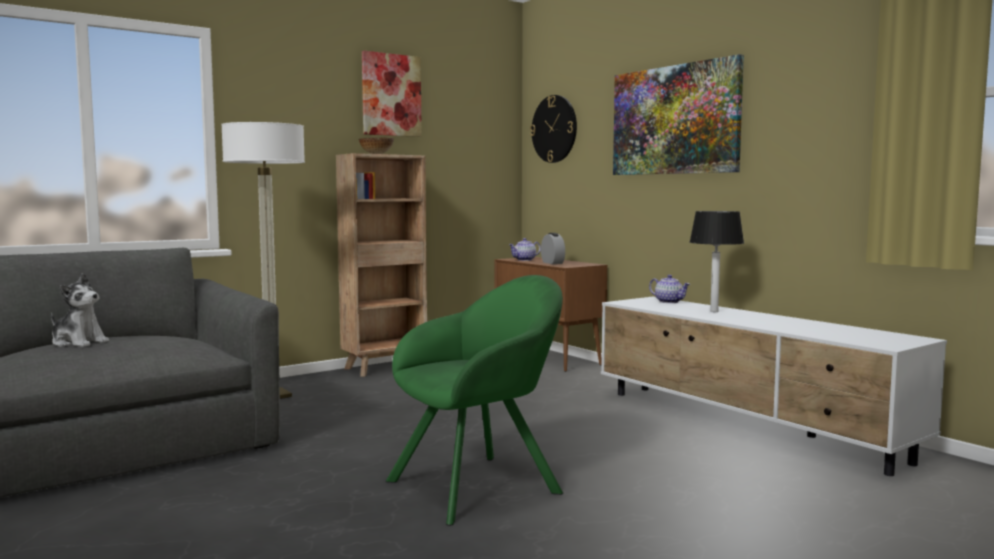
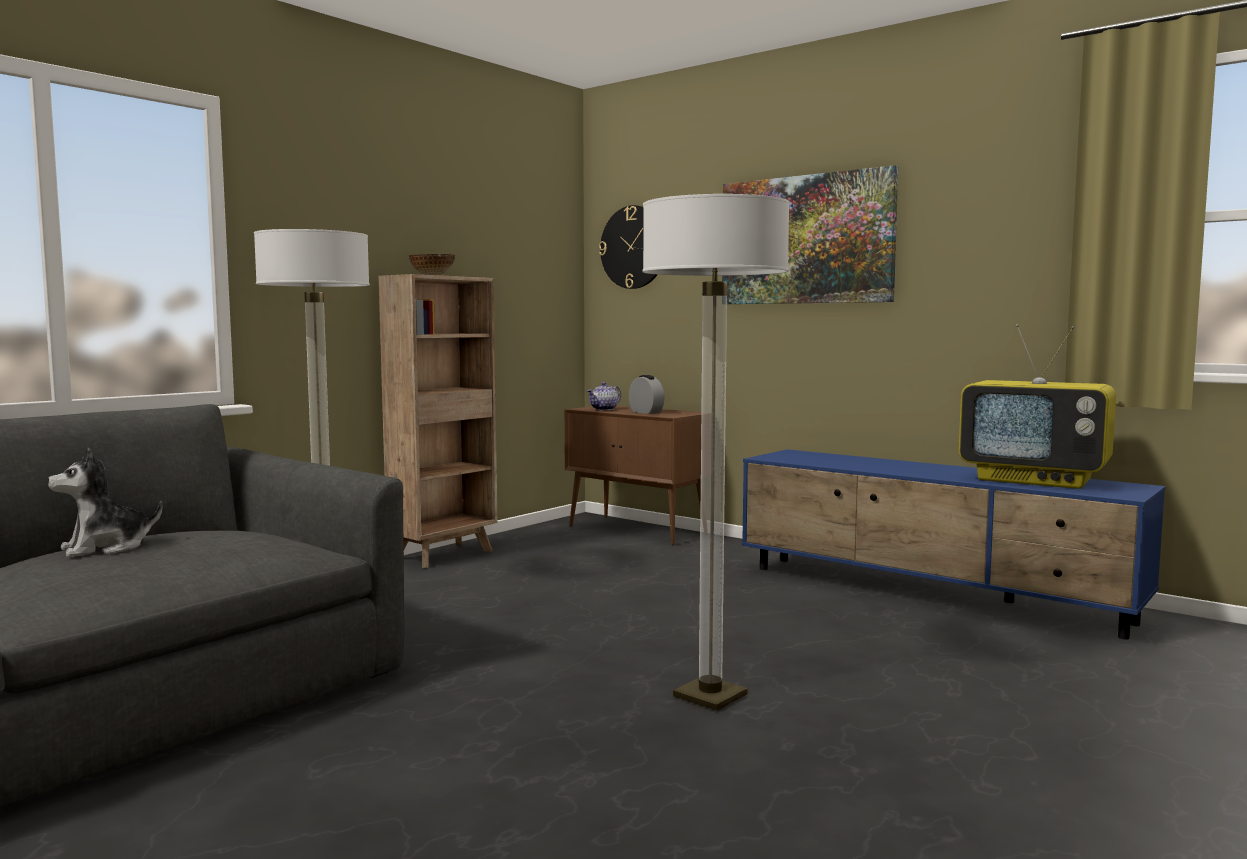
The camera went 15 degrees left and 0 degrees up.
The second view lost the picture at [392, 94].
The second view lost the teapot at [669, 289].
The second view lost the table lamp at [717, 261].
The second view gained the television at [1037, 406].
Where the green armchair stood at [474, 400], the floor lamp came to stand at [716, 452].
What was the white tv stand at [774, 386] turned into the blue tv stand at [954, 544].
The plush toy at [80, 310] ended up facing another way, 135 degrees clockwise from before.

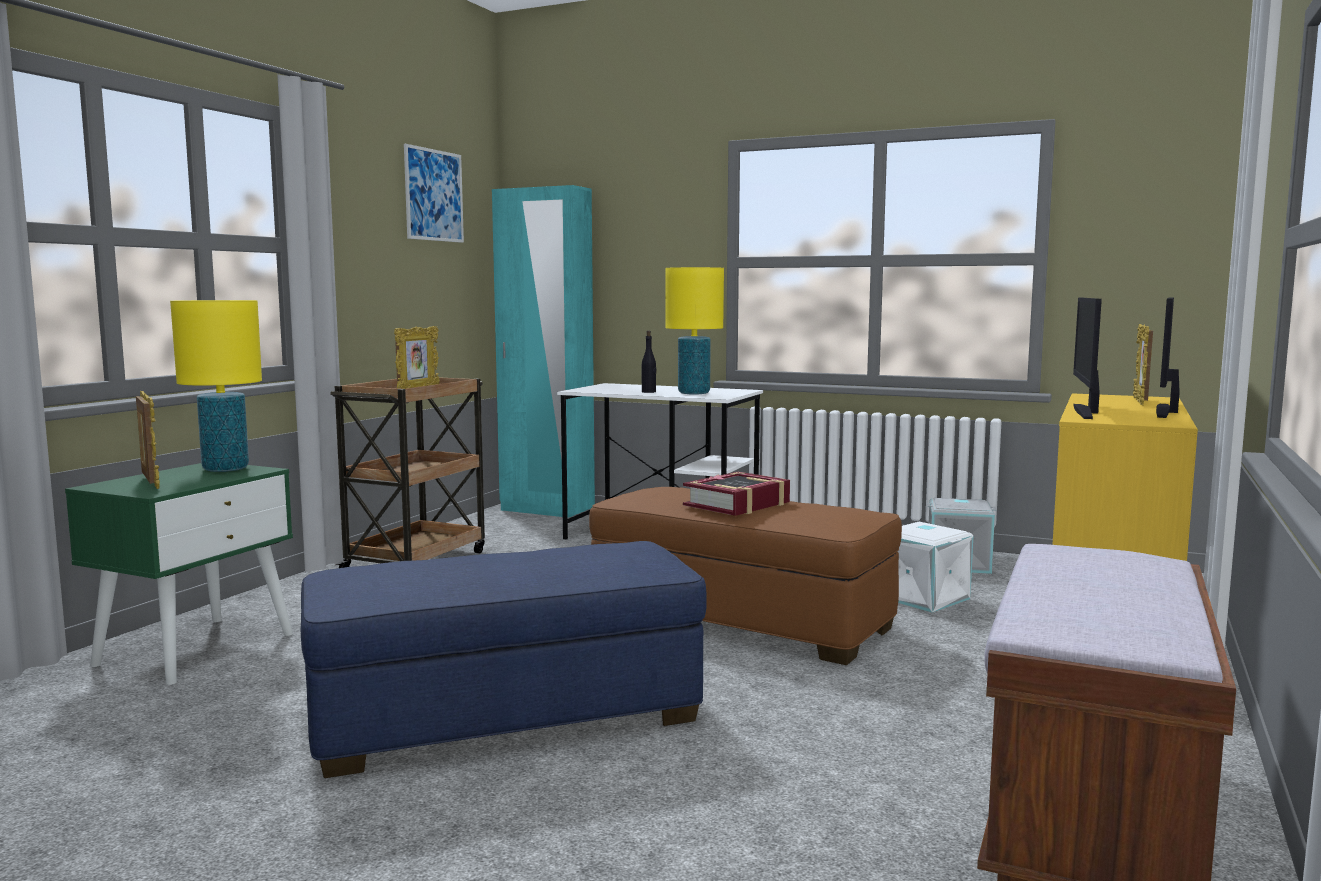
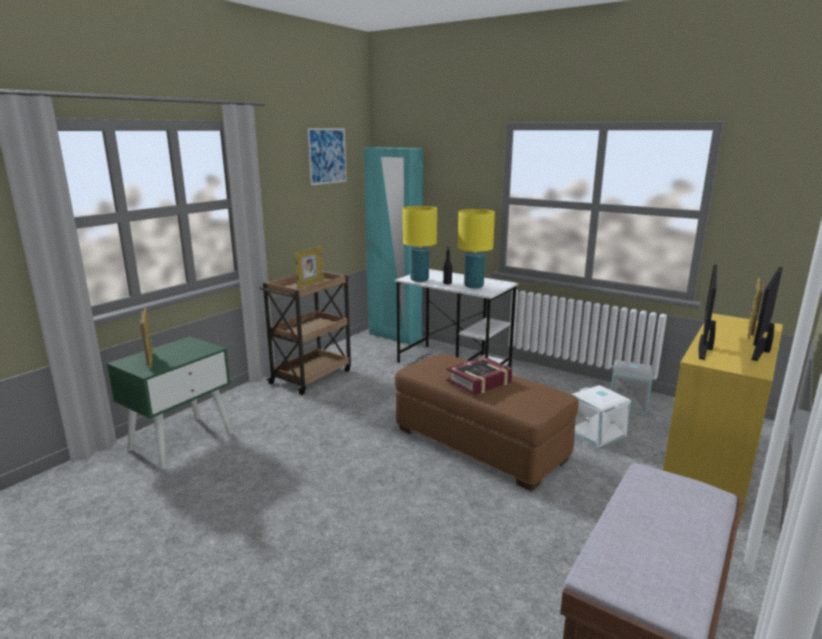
The camera went 10 degrees right and 10 degrees up.
The second view lost the blue ottoman at [504, 659].
The yellow table lamp ended up elsewhere, having gone from [216, 386] to [420, 244].

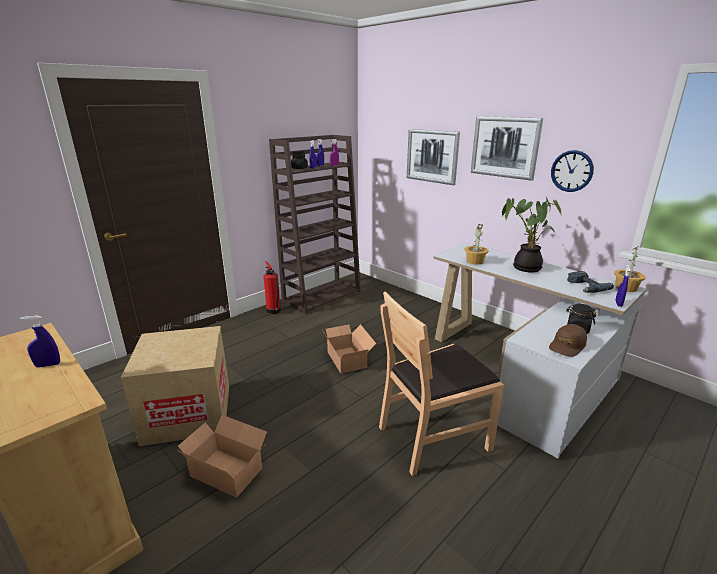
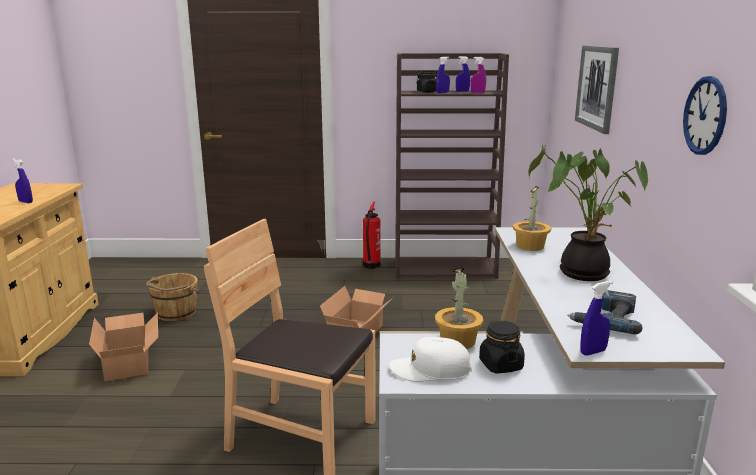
The camera went 45 degrees right and 5 degrees down.
The second view lost the picture at [507, 148].
The potted plant ended up elsewhere, having gone from [630, 269] to [459, 308].
Where the cardboard box stood at [175, 386], the brown bucket came to stand at [172, 297].
What was the brown cap at [568, 340] turned into the white cap at [430, 359].

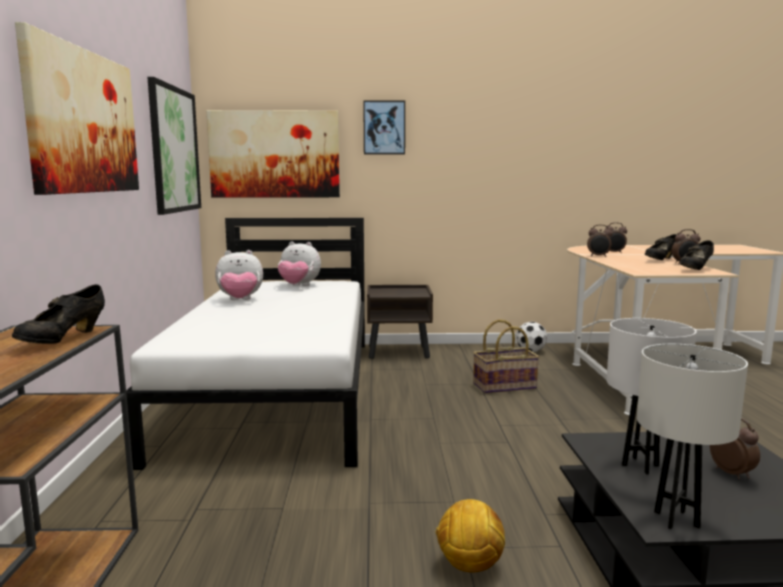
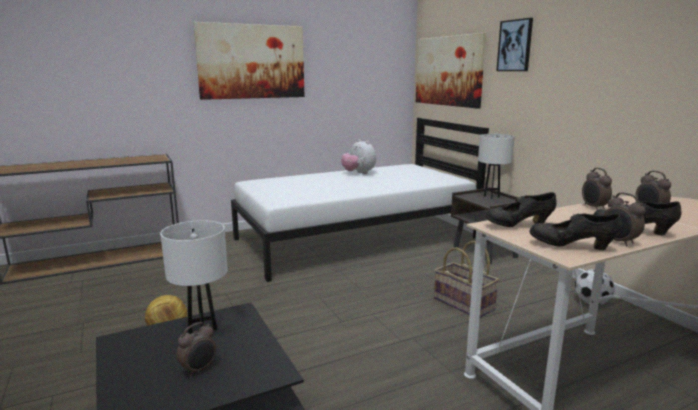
The camera went 65 degrees right and 5 degrees up.
The second view lost the picture at [174, 146].
The second view lost the plush toy at [299, 263].
The black shoe ended up elsewhere, having gone from [58, 314] to [521, 209].
The white table lamp ended up elsewhere, having gone from [692, 436] to [496, 166].

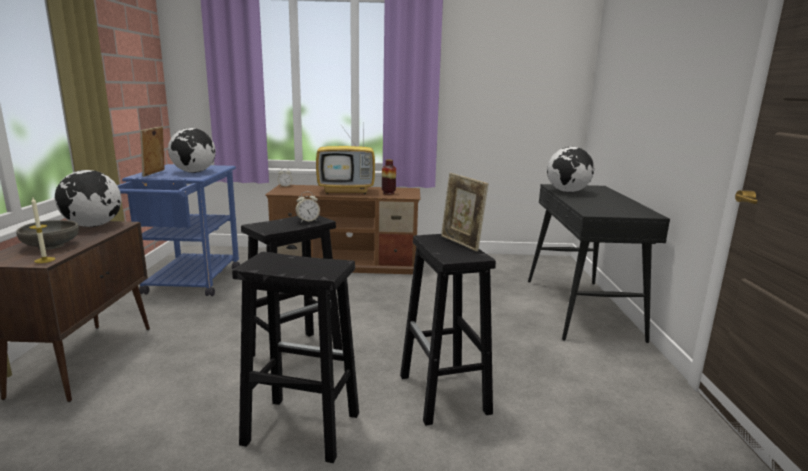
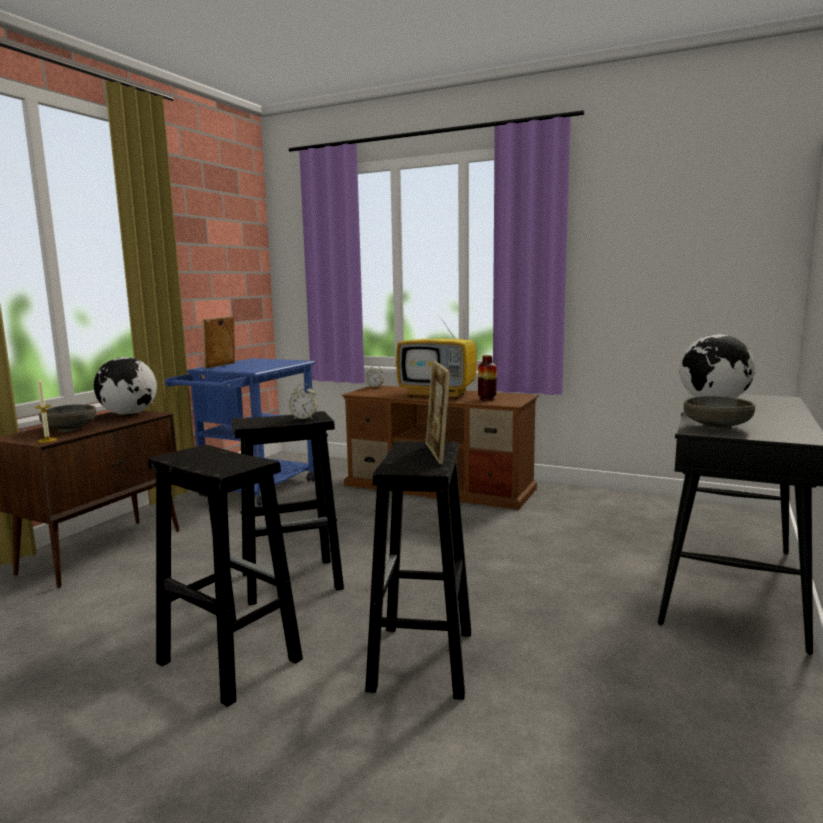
The camera went 25 degrees right and 5 degrees down.
The second view lost the globe at [192, 150].
The second view gained the grey bowl at [719, 413].

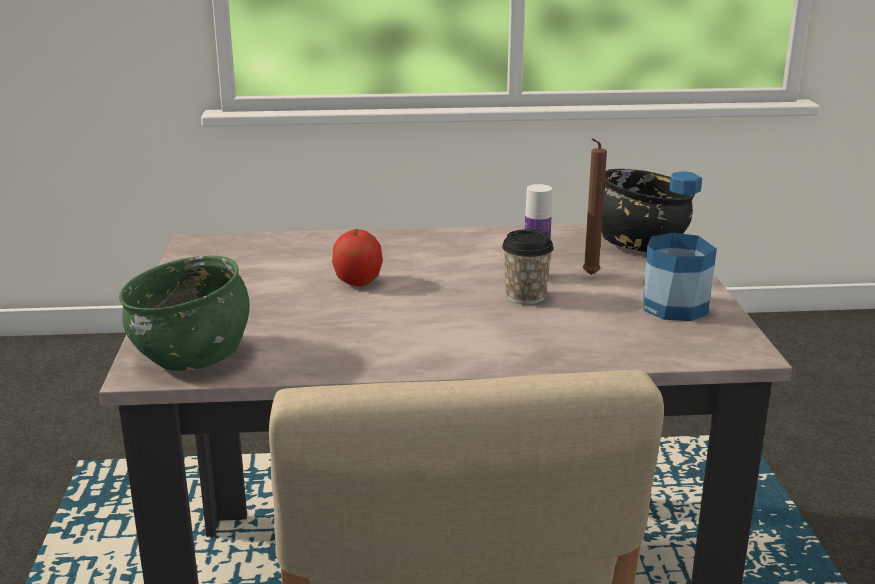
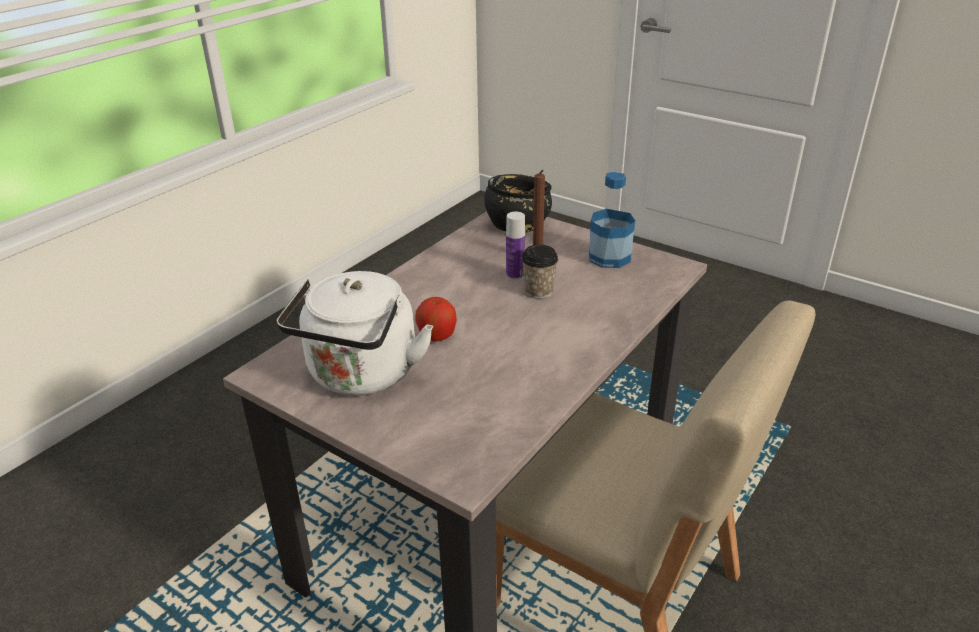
The camera went 50 degrees left and 10 degrees up.
The second view lost the green bowl at [184, 313].
The second view gained the white kettle at [354, 333].

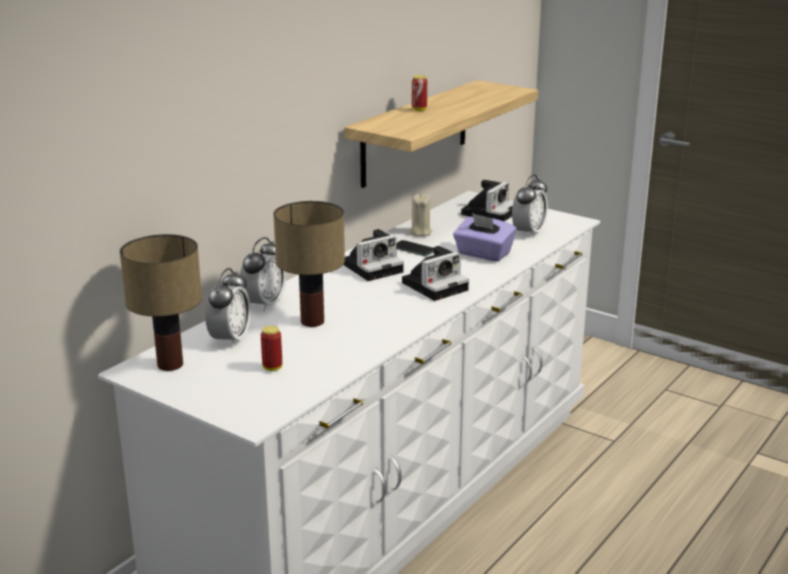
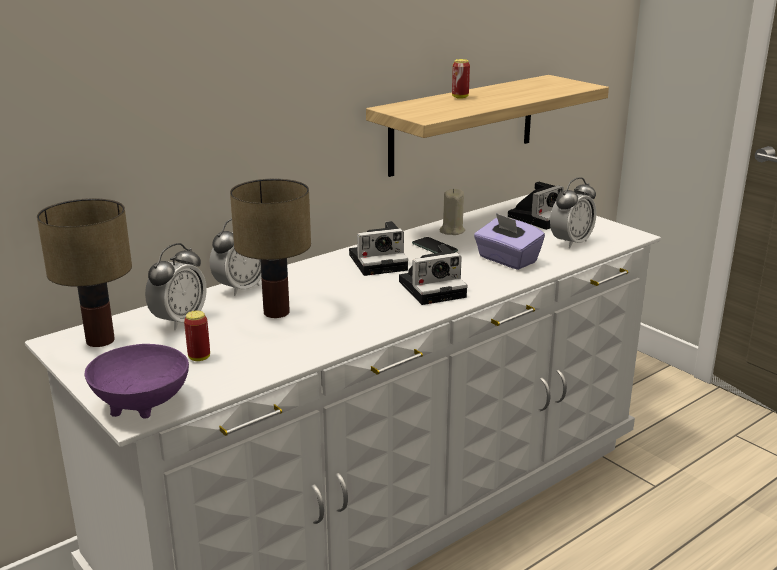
The camera went 15 degrees right and 0 degrees up.
The second view gained the purple bowl at [137, 381].

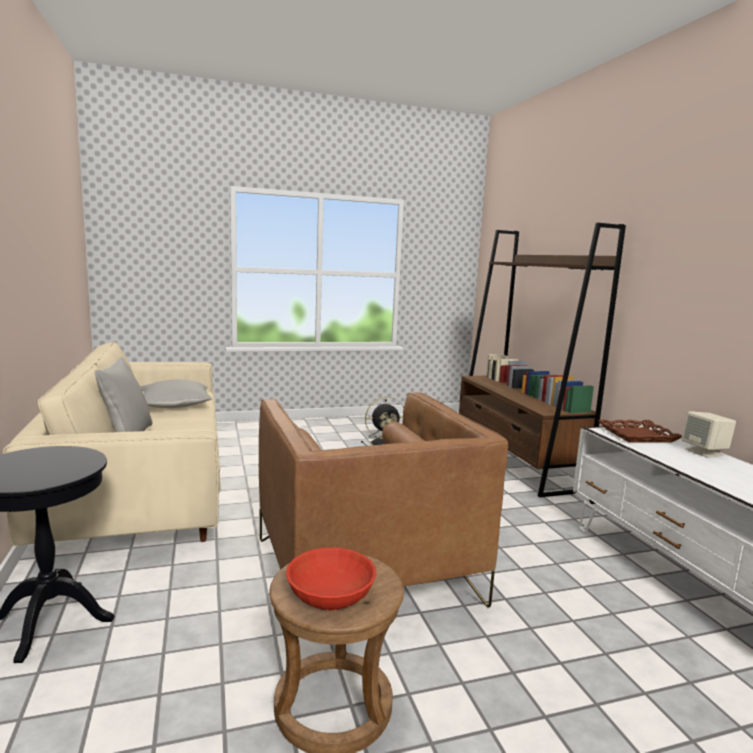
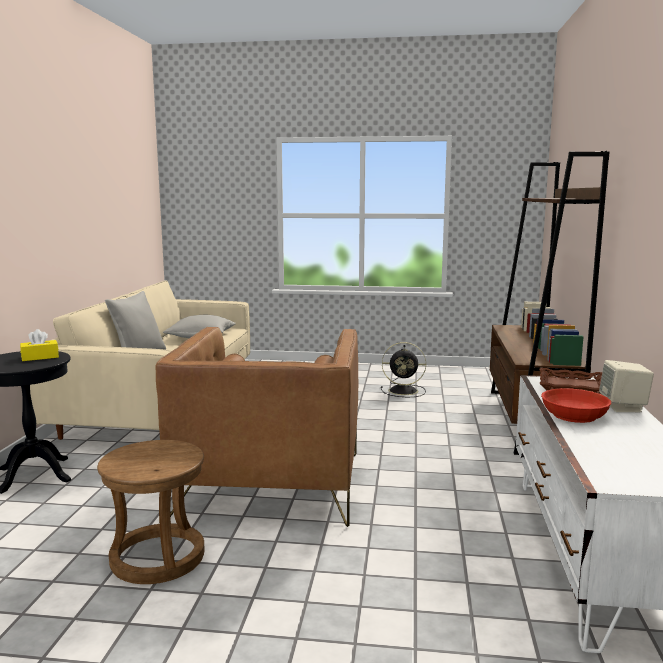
The camera went 25 degrees right and 0 degrees up.
The second view gained the yellow tissue box at [39, 345].
The red bowl ended up elsewhere, having gone from [331, 578] to [576, 405].

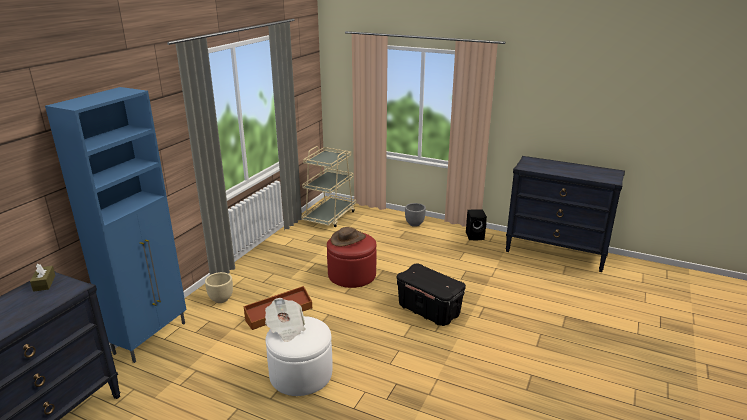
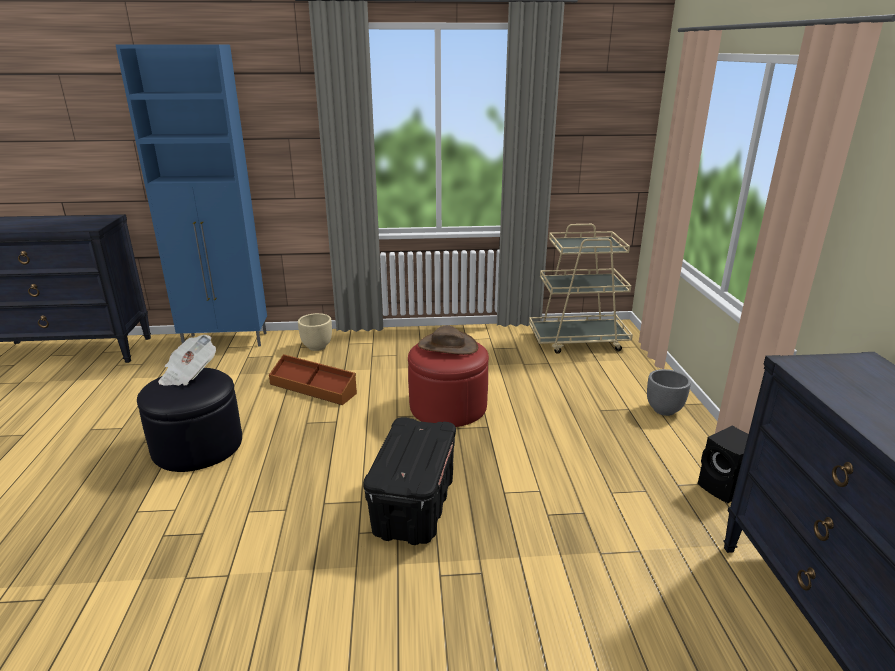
The camera went 60 degrees right and 0 degrees up.
The second view lost the brown tissue box at [43, 277].
What was the white ottoman at [299, 356] turned into the black ottoman at [189, 420].

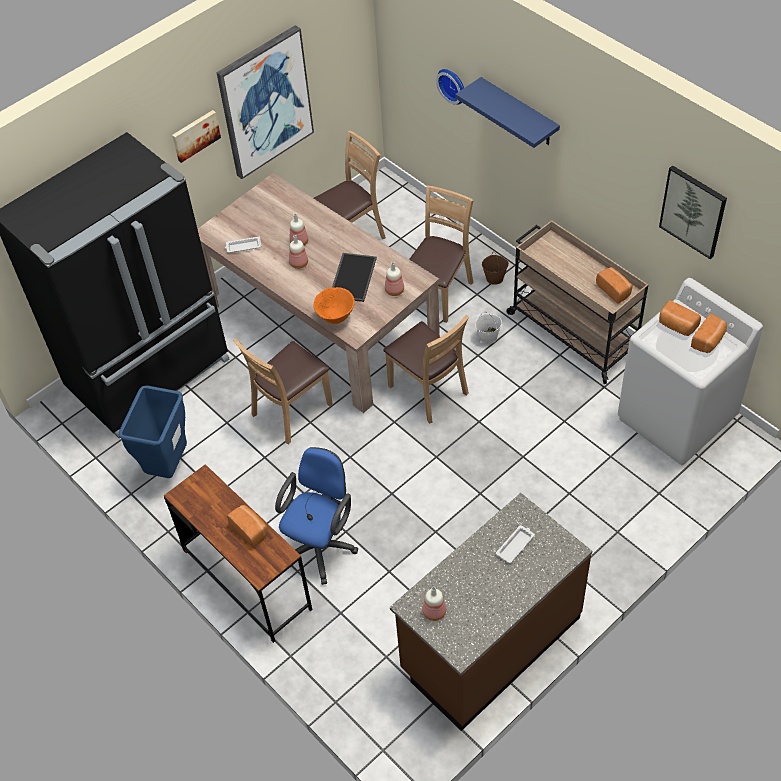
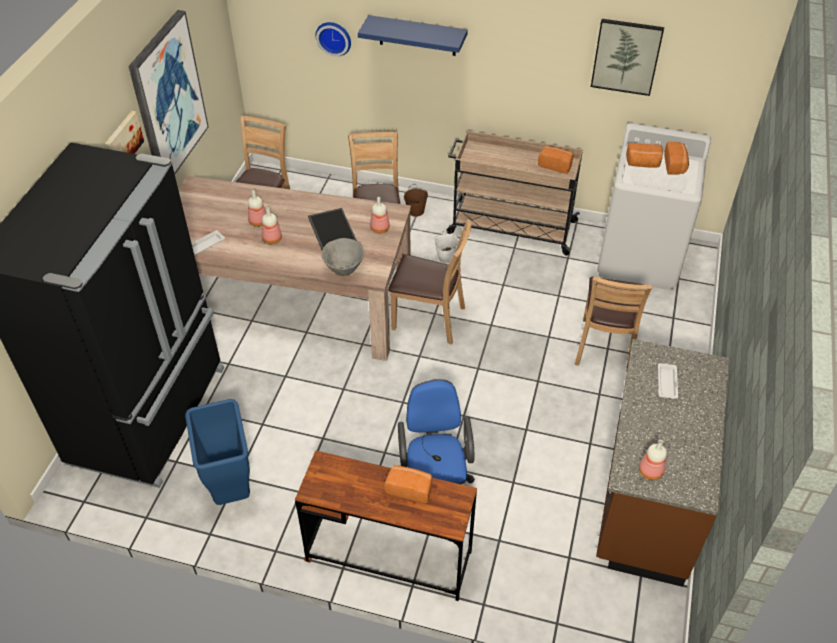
The camera went 35 degrees left and 5 degrees down.
The brown chair ended up elsewhere, having gone from [283, 391] to [613, 324].
What was the orange bowl at [334, 305] turned into the grey bowl at [342, 257].

